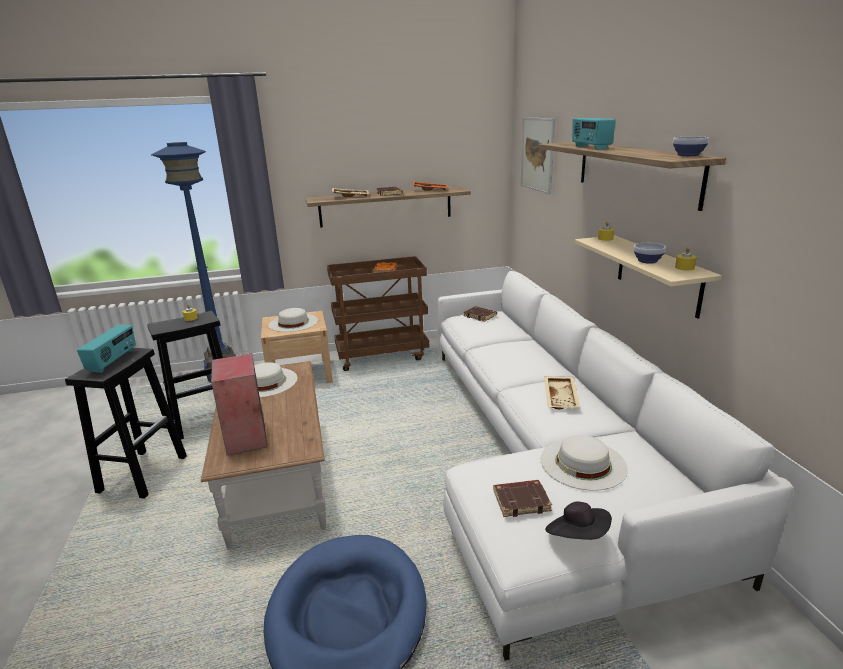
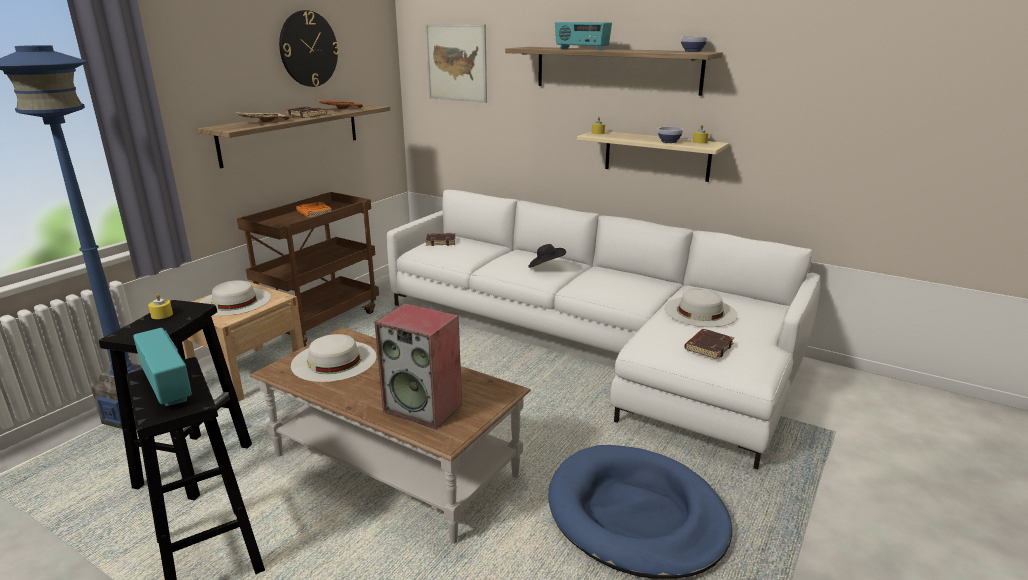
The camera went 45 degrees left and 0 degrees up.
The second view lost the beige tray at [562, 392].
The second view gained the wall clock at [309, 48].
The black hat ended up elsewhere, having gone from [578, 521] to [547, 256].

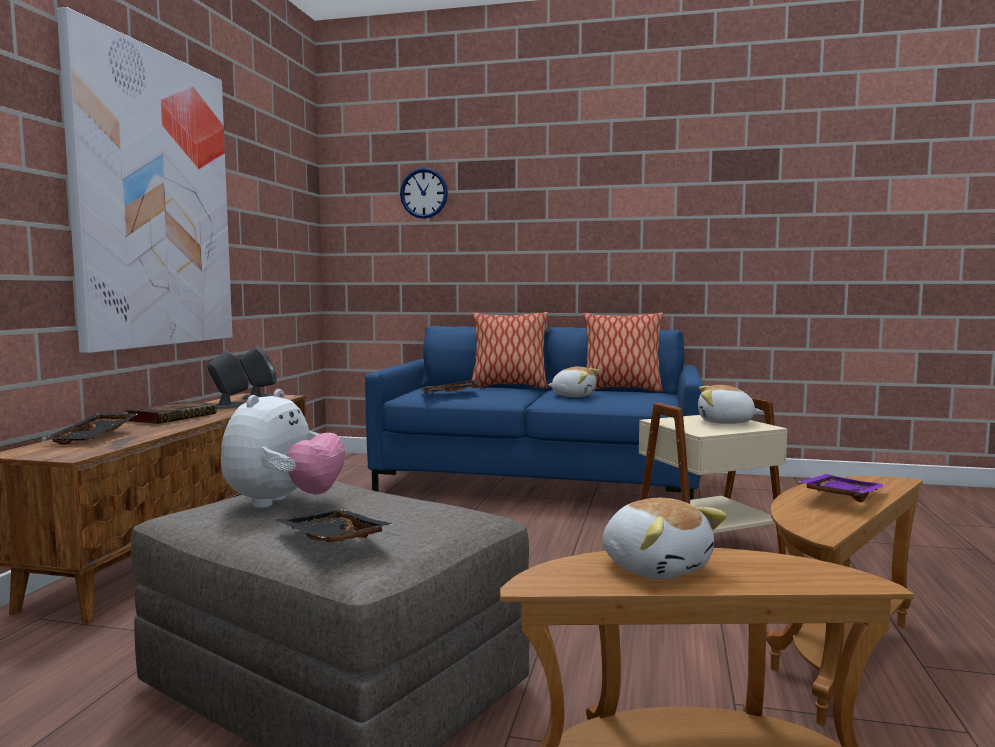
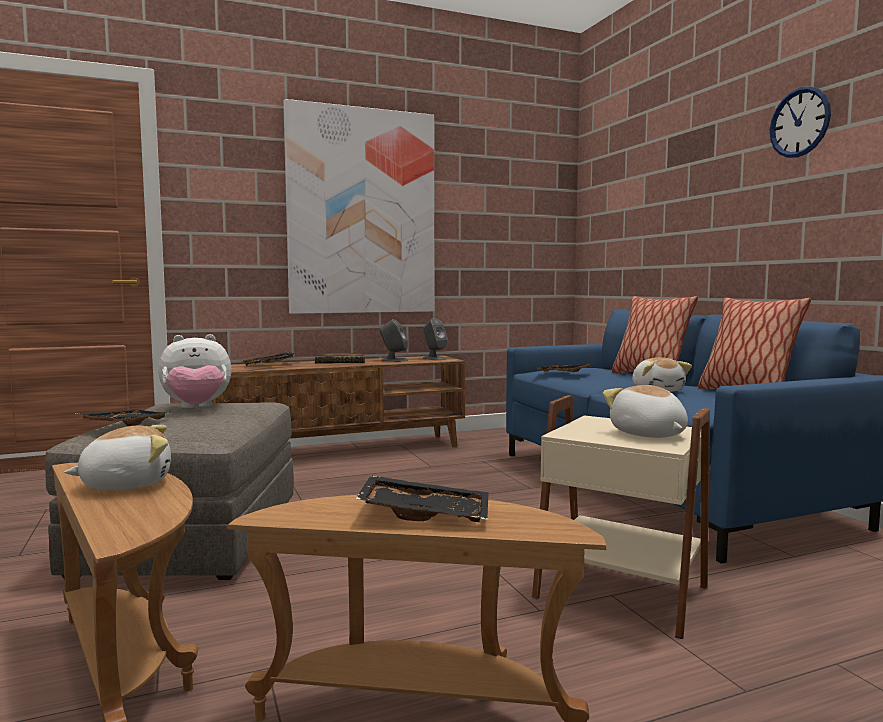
The camera went 55 degrees right and 0 degrees up.
The wall clock ended up elsewhere, having gone from [424, 193] to [800, 122].
What was the purple tray at [841, 488] turned into the black tray at [422, 498].
The plush toy at [665, 538] ended up facing another way, 135 degrees counterclockwise from before.

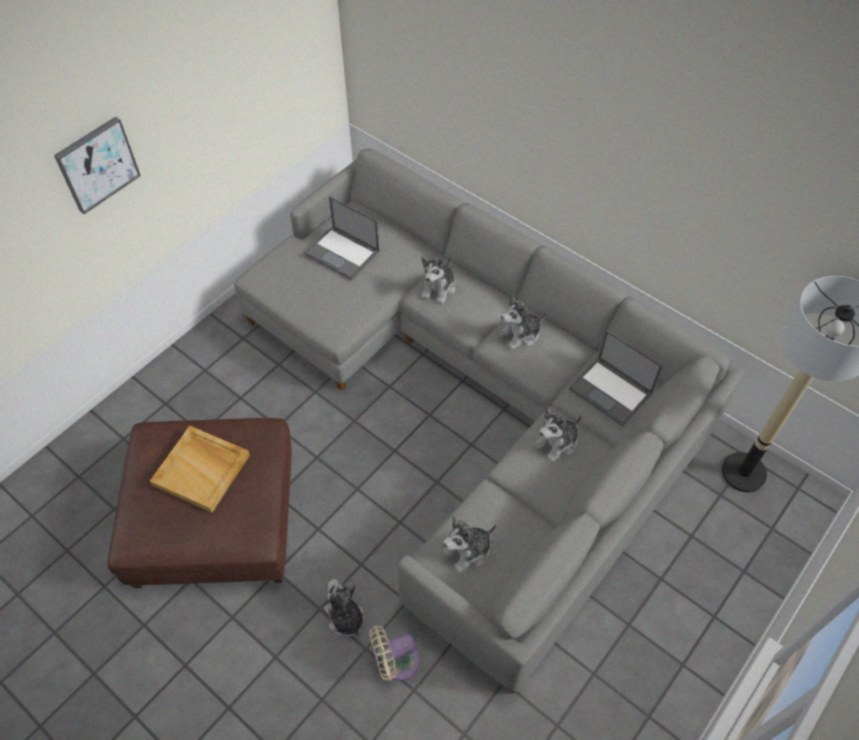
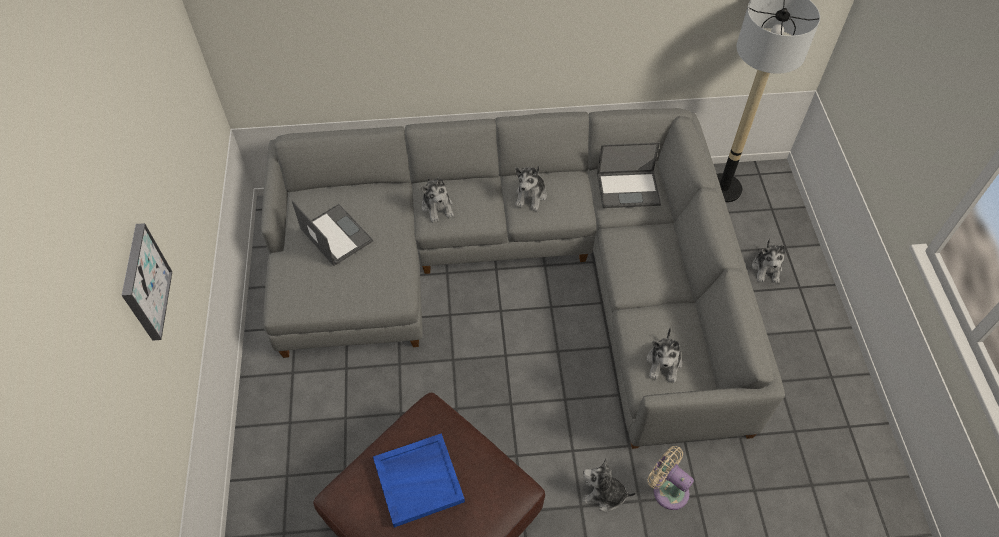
The camera went 45 degrees left and 0 degrees up.
The plush toy ended up elsewhere, having gone from [558, 434] to [768, 261].
What was the beige tray at [200, 469] turned into the blue tray at [419, 480].
The laptop at [342, 238] ended up facing another way, 120 degrees counterclockwise from before.
The beige fan at [394, 653] ended up facing another way, 105 degrees clockwise from before.

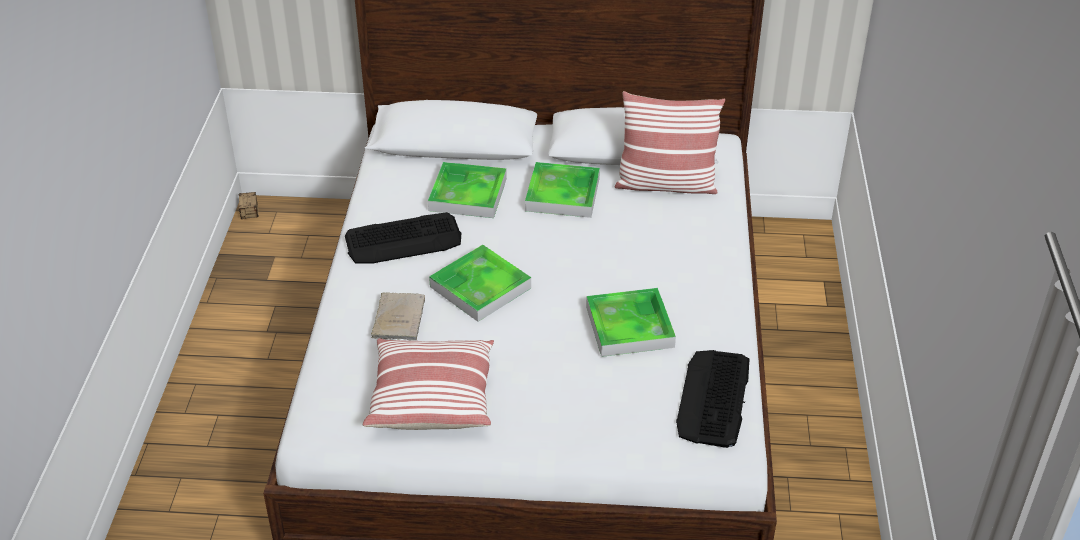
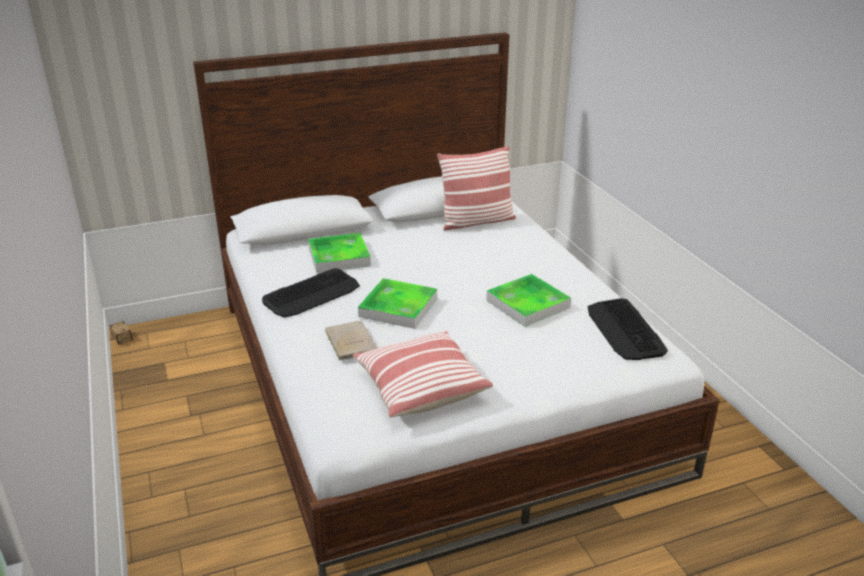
The camera went 25 degrees left and 10 degrees down.
The second view lost the tray at [562, 190].

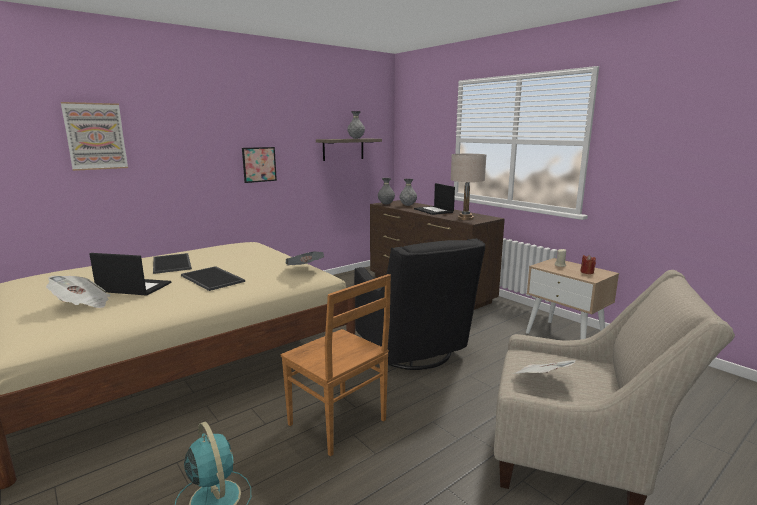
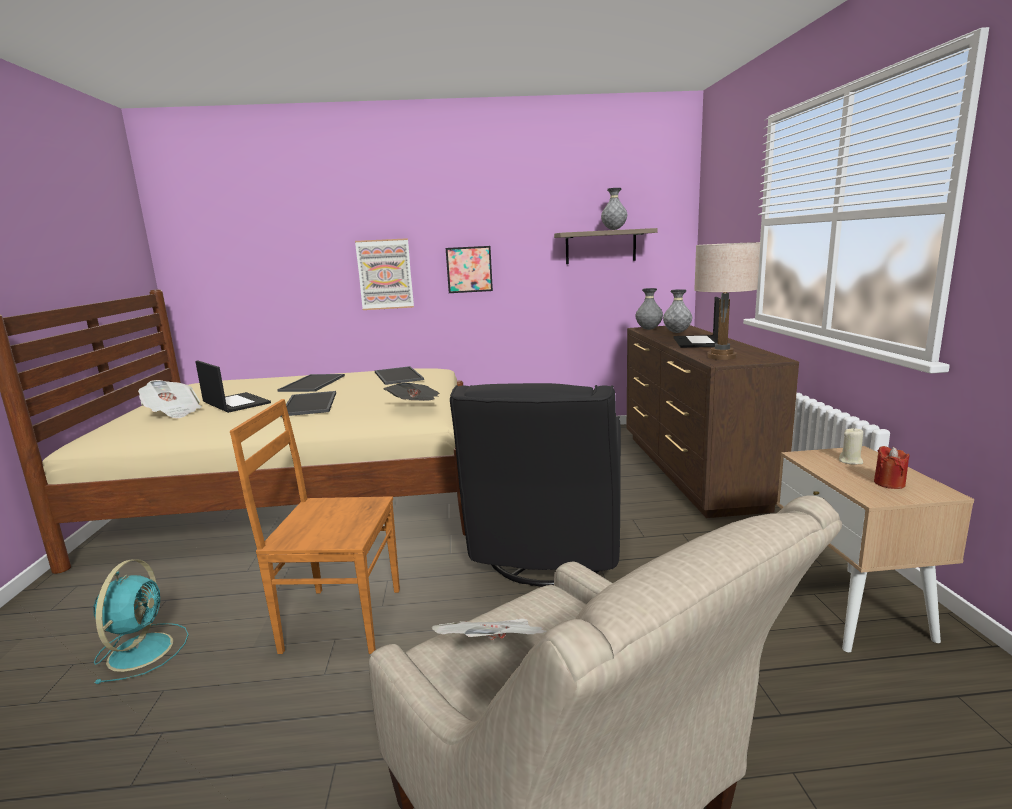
The camera went 35 degrees right and 0 degrees up.
The second view gained the tray at [399, 375].
The picture ended up elsewhere, having gone from [94, 136] to [384, 274].
The brown chair at [336, 365] ended up facing another way, 105 degrees clockwise from before.

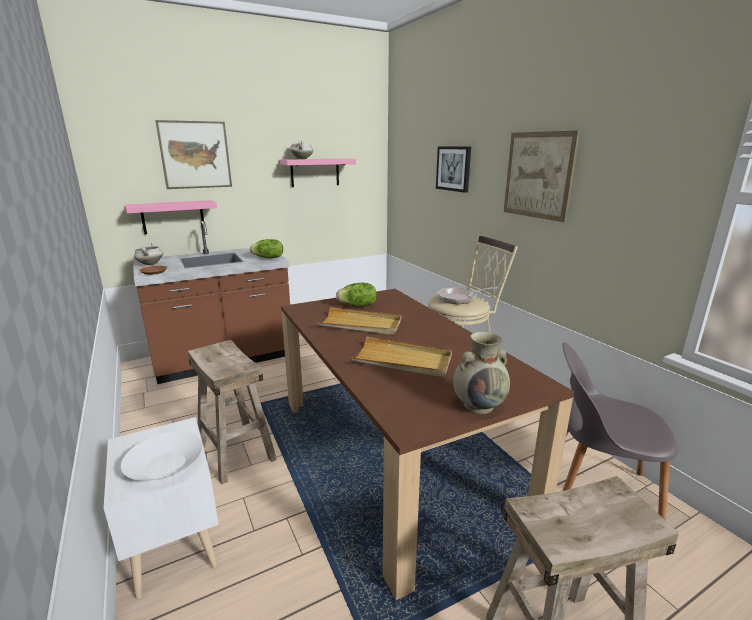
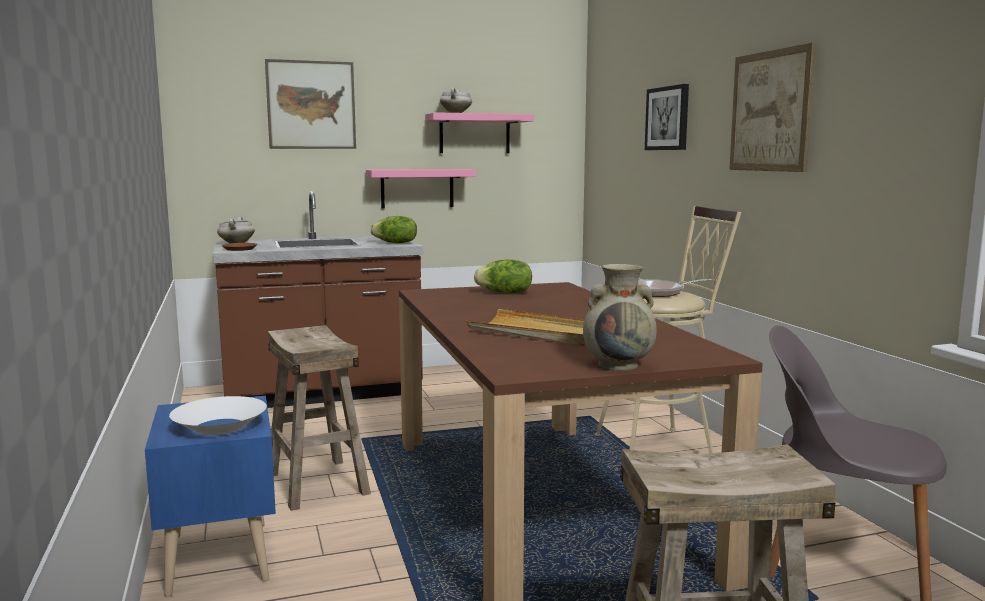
The camera went 10 degrees right and 10 degrees down.
The second view lost the beige tray at [359, 321].
The pink shelf ended up elsewhere, having gone from [171, 217] to [421, 189].
What was the white nightstand at [161, 508] turned into the blue nightstand at [210, 496].

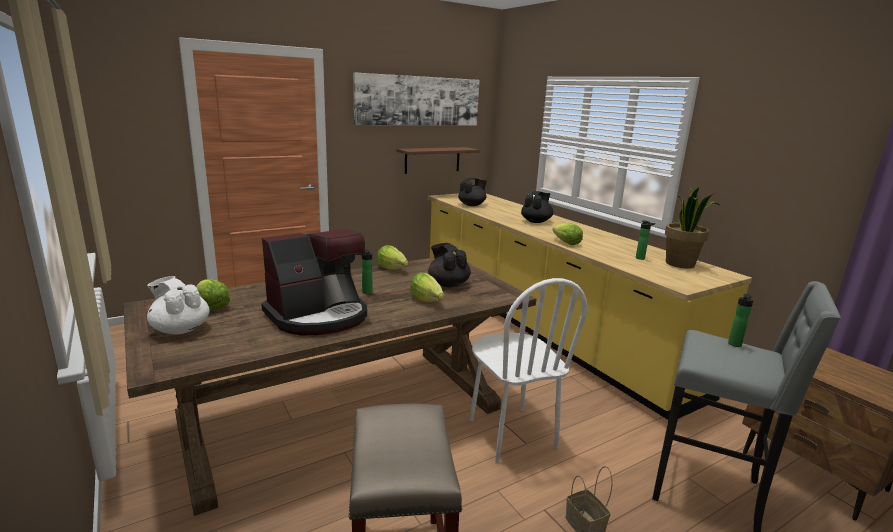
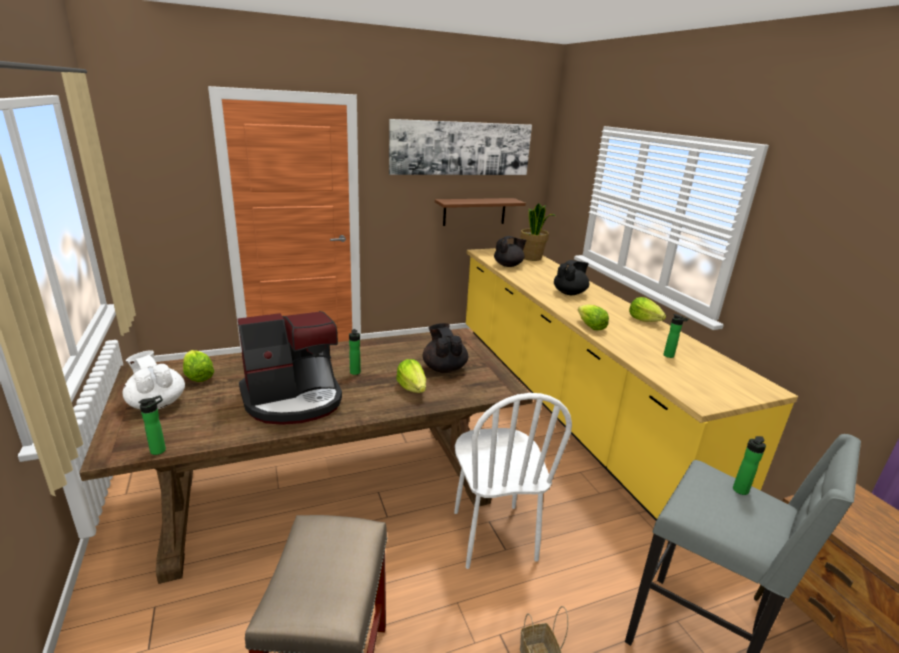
The camera went 10 degrees right and 5 degrees up.
The second view gained the bottle at [152, 425].
The lettuce ended up elsewhere, having gone from [392, 257] to [647, 309].
The potted plant ended up elsewhere, having gone from [692, 228] to [538, 232].

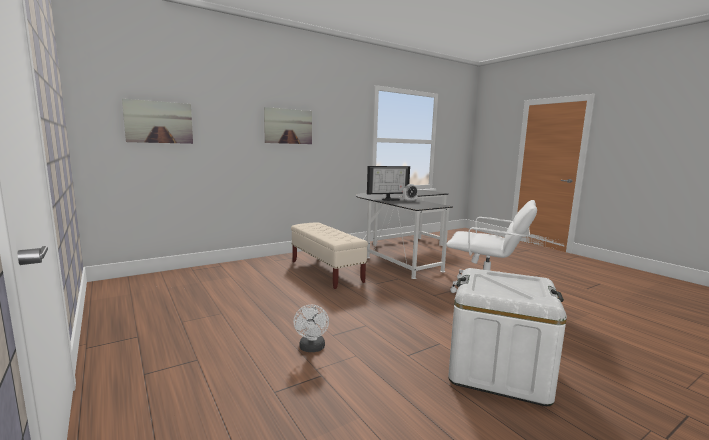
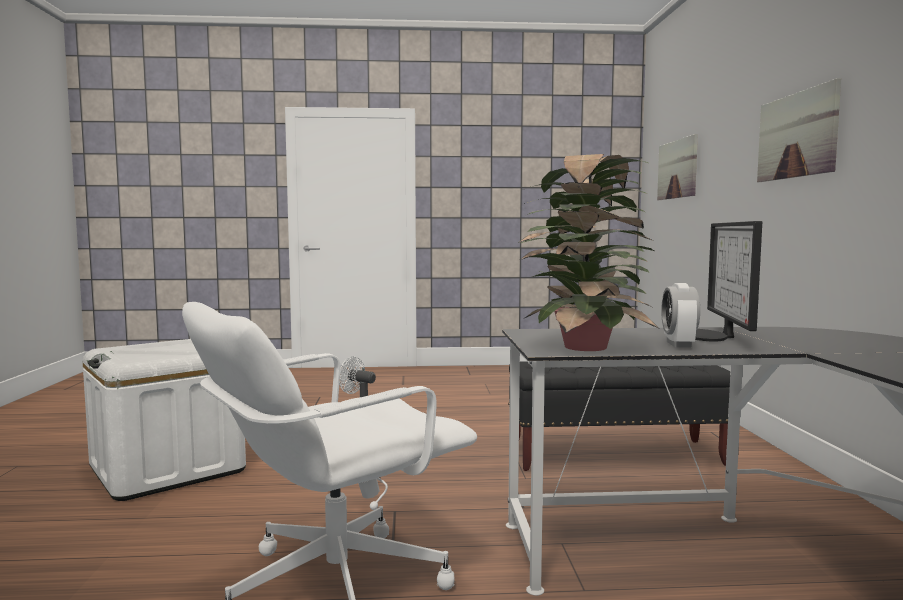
The camera went 120 degrees right and 5 degrees down.
The second view gained the potted plant at [589, 252].
What was the beige bench at [329, 255] turned into the black bench at [619, 416].

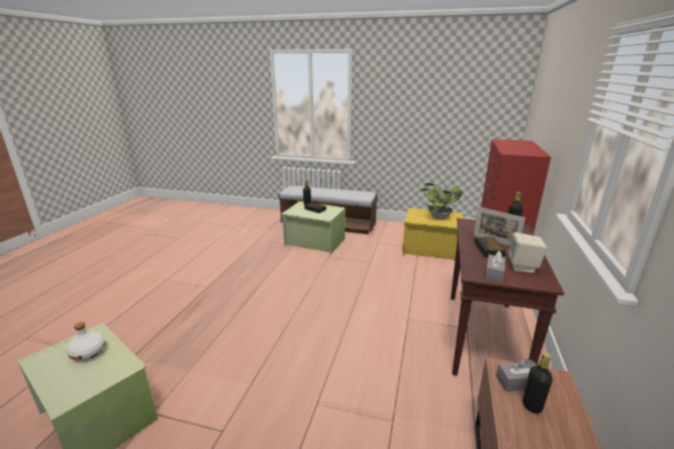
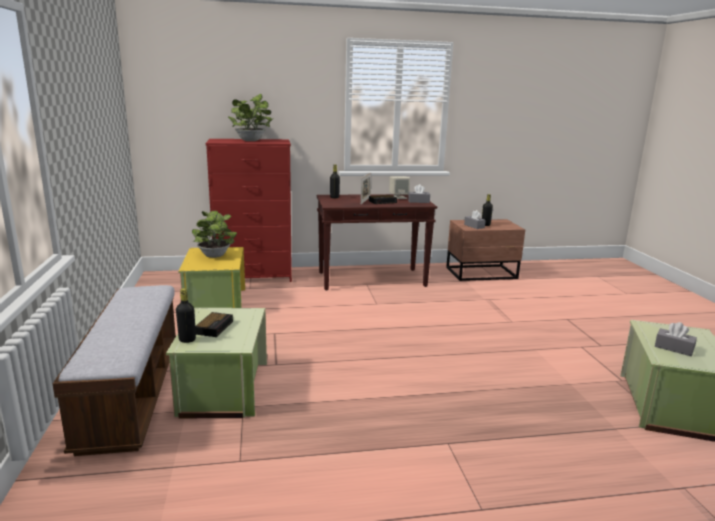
The camera went 115 degrees left and 5 degrees down.
The second view gained the potted plant at [251, 117].
Where the white bottle stood at [86, 341], the grey tissue box came to stand at [676, 339].

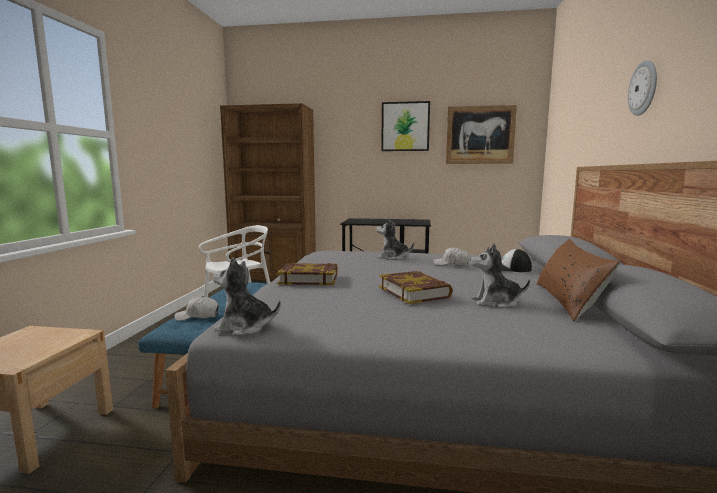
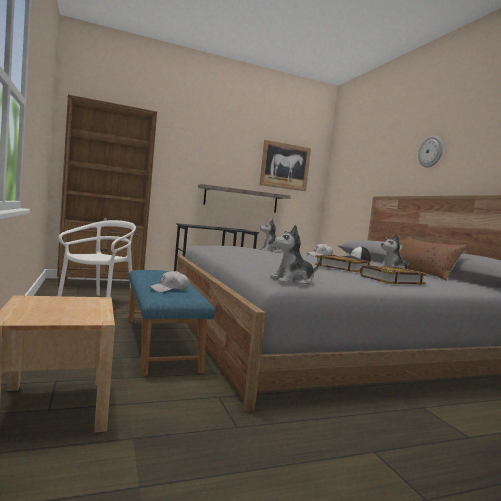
The camera went 30 degrees left and 5 degrees down.
The second view lost the picture at [405, 126].
The second view gained the shelf at [244, 198].
The book ended up elsewhere, having gone from [307, 274] to [393, 274].

